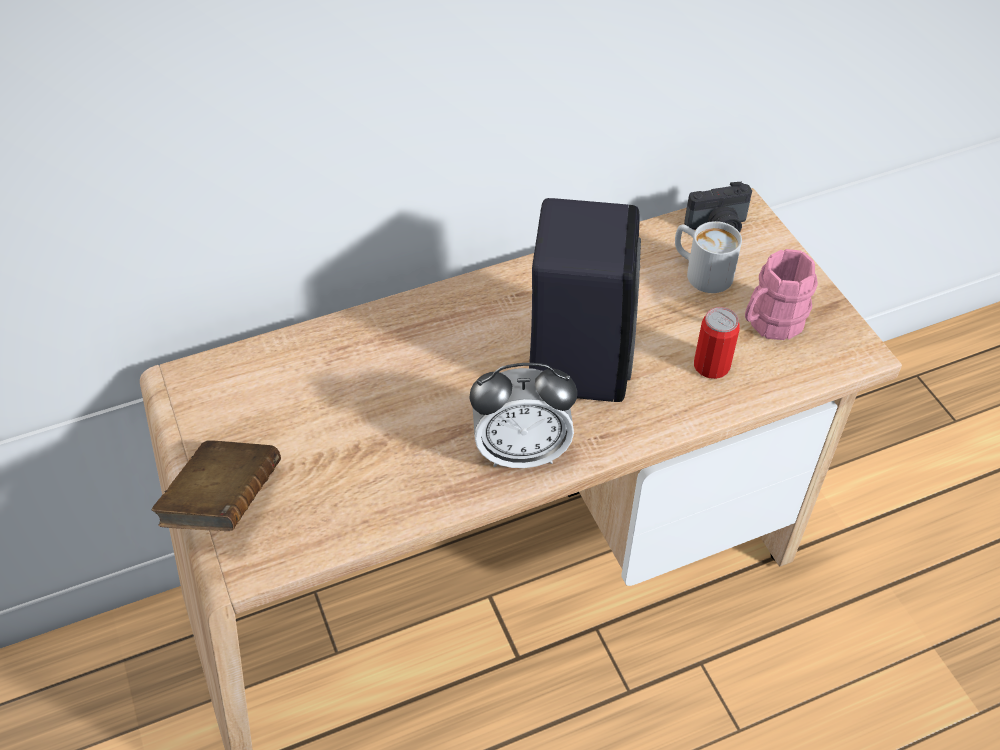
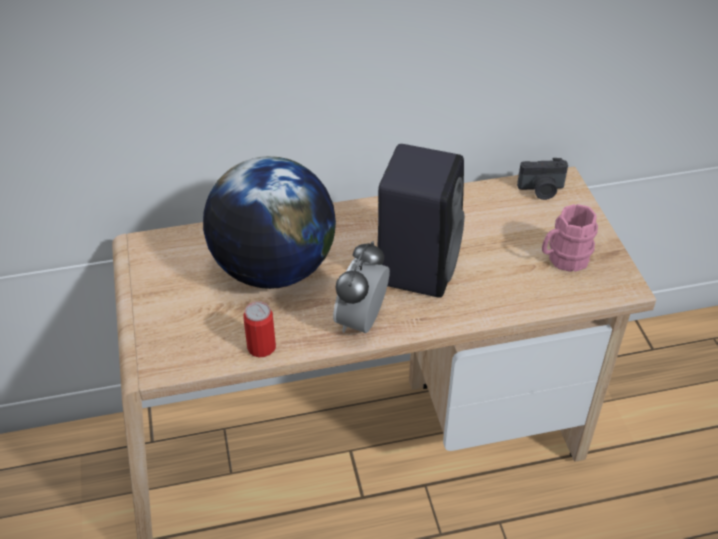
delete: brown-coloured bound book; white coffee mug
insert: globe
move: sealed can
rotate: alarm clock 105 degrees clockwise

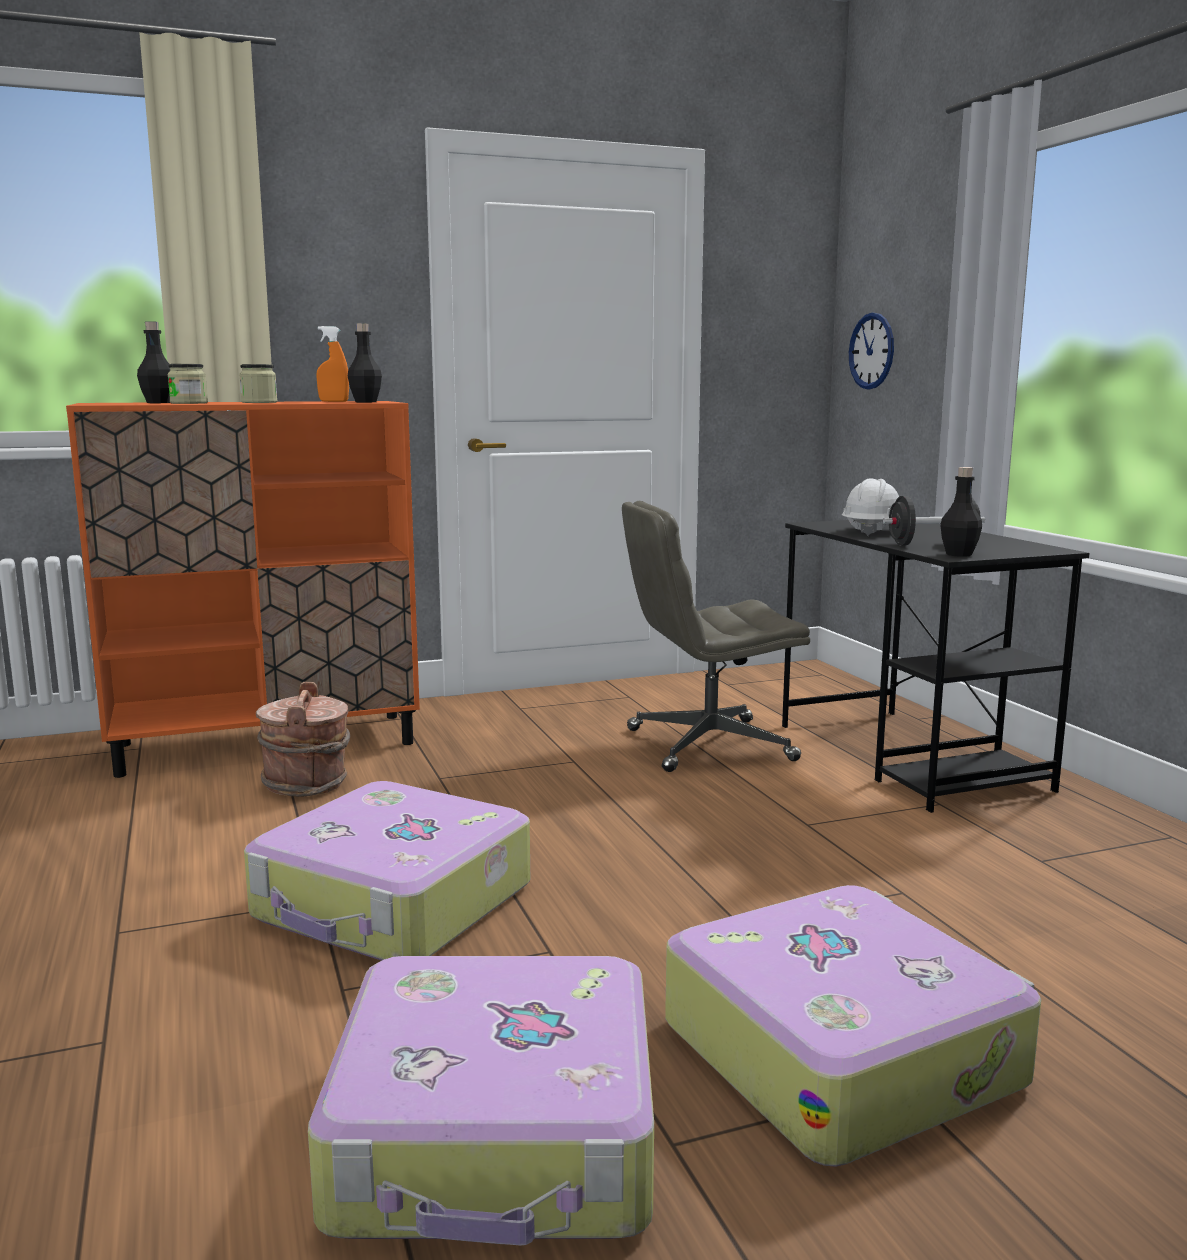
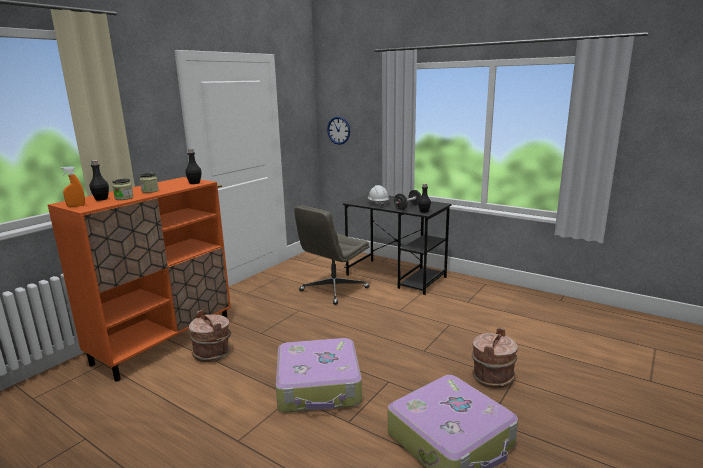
move: orange-coloured spray bottle
replace: suitcase (3rd from left) to brown-coloured pail (2nd from left)

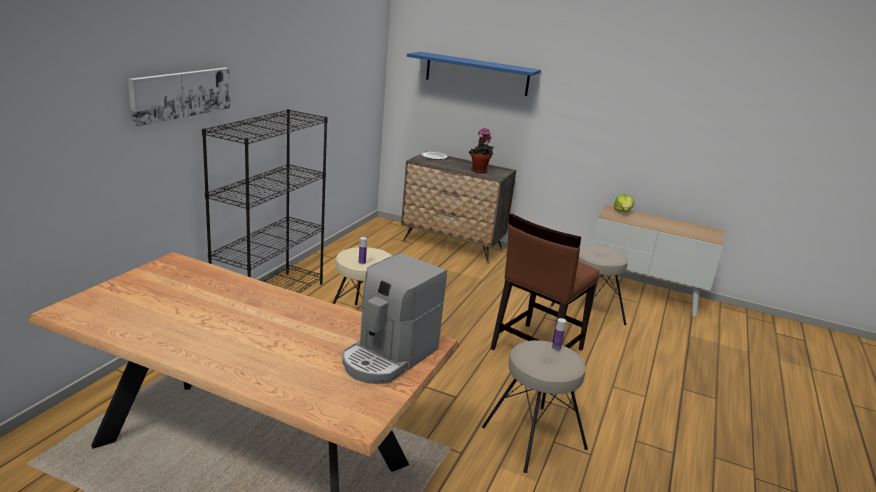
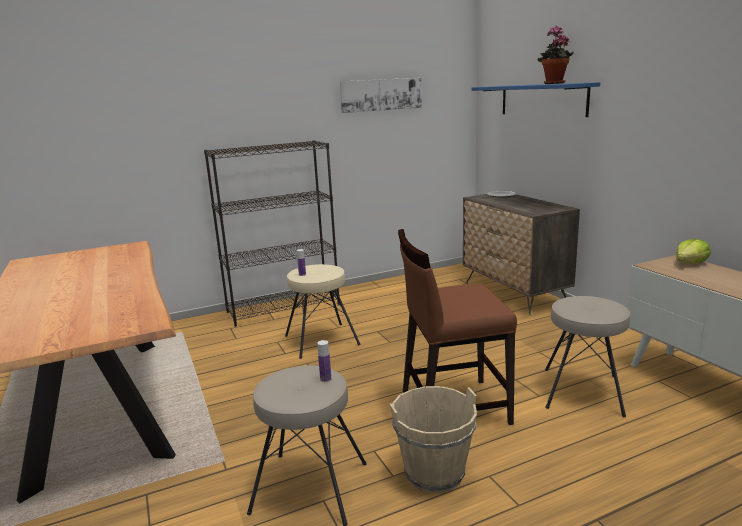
delete: coffee maker
insert: sand-coloured pail
move: wall art; plant in a pot

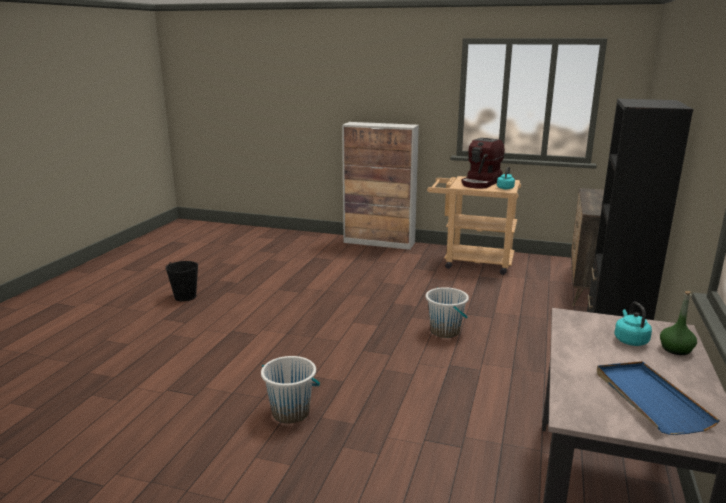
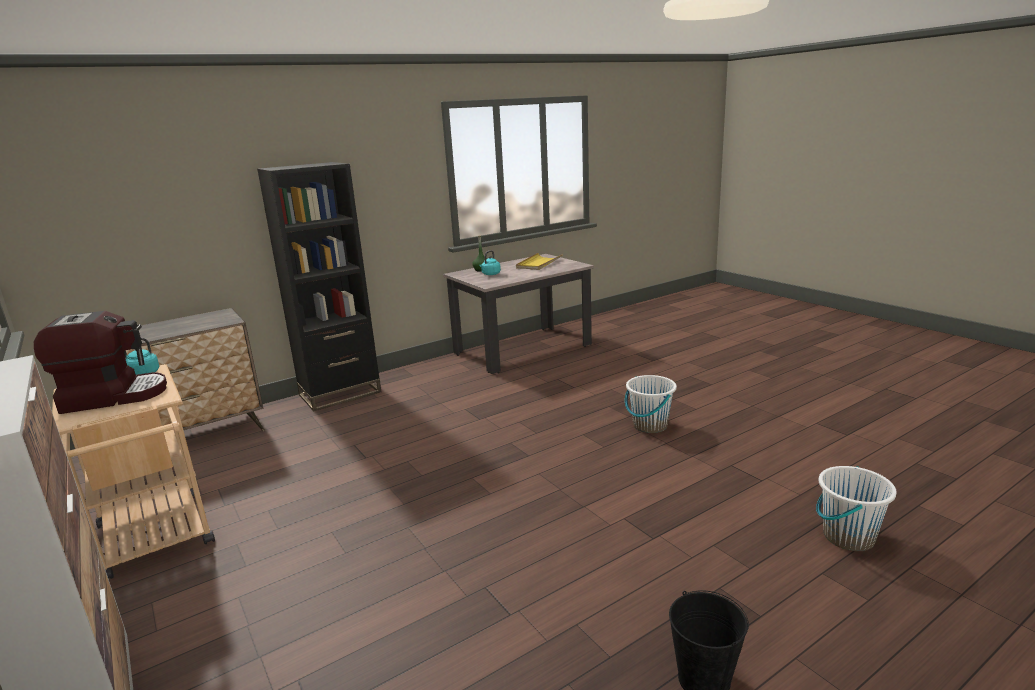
move: white pail (2nd from left)
recolor: blue serving tray to yellowish serving tray

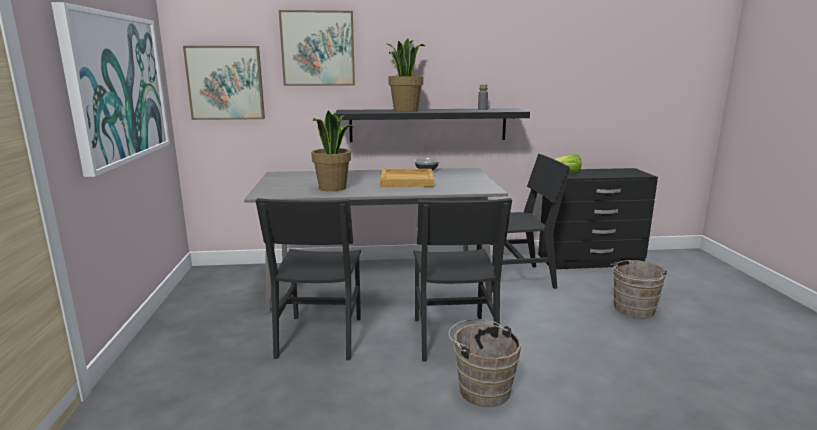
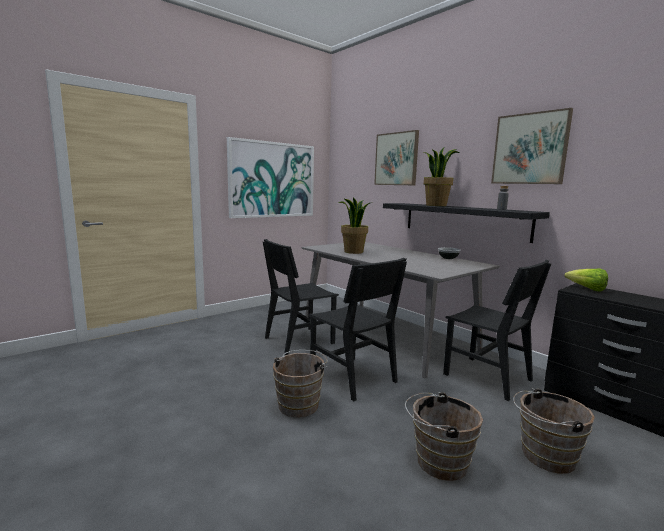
delete: sand-coloured serving tray
insert: brown-coloured pail (2nd from left)
move: wall art (2nd from left in the first image) to wall art (3rd from left)
rotate: blackish upright chair (2nd from left) 90 degrees counterclockwise

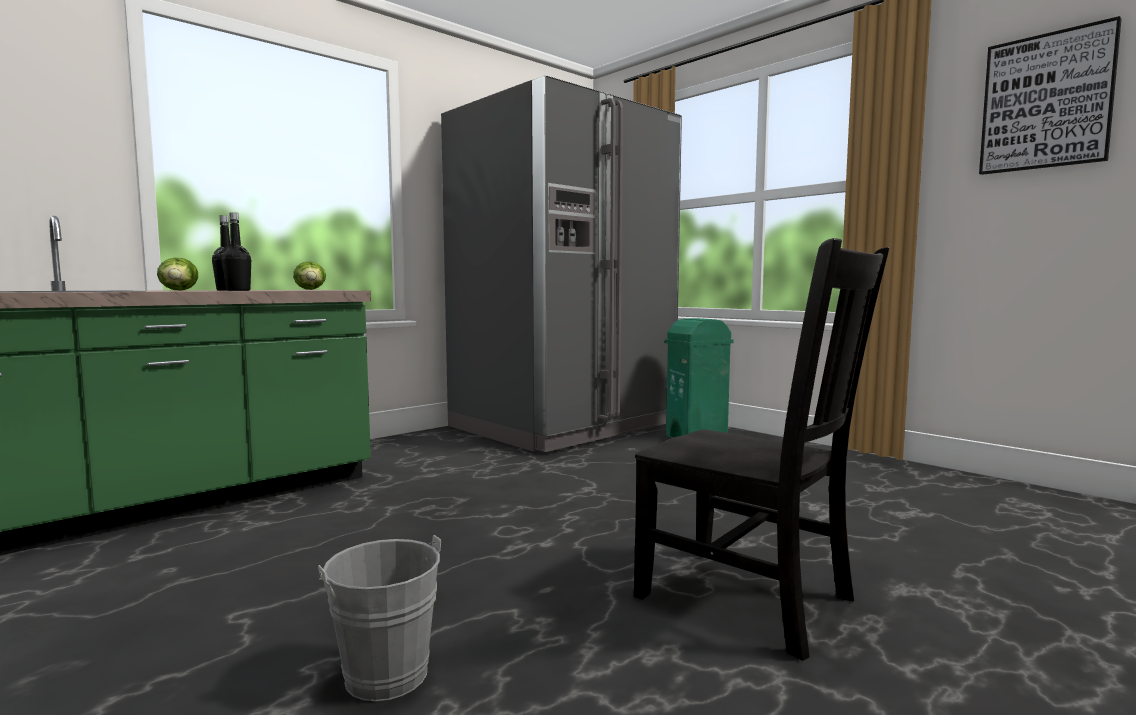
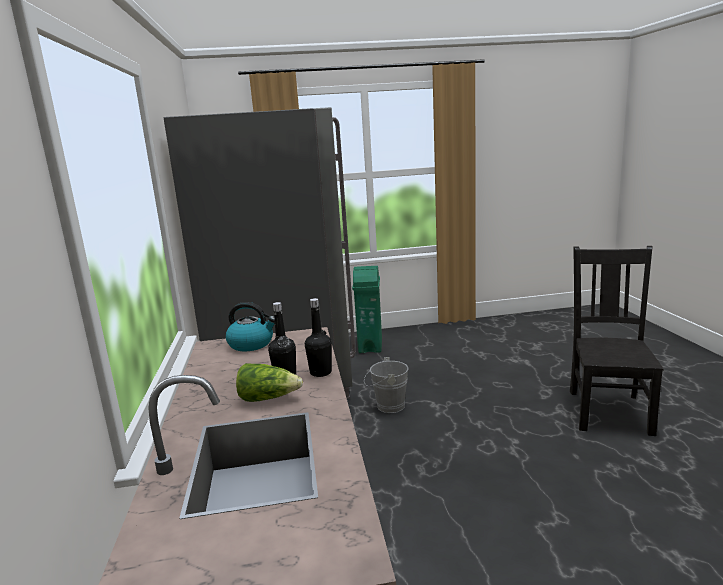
delete: wall art
move: gray pail
replace: lettuce head (2nd from left) to kettle
rotate: blackish upright chair 60 degrees counterclockwise

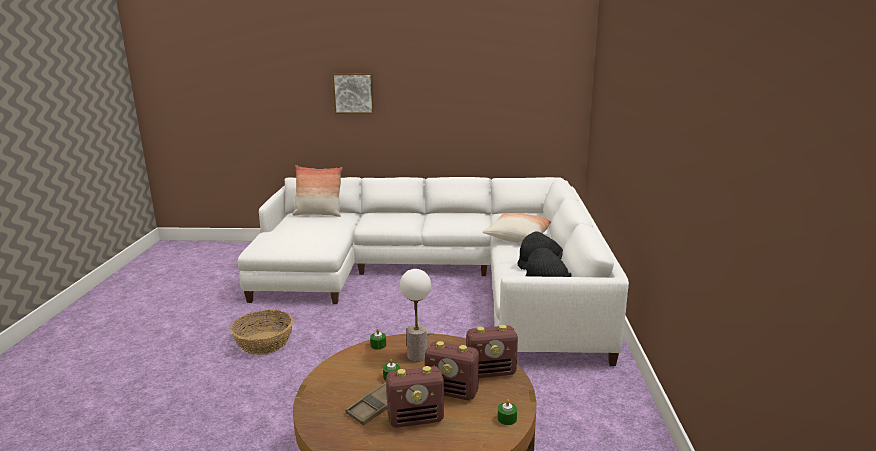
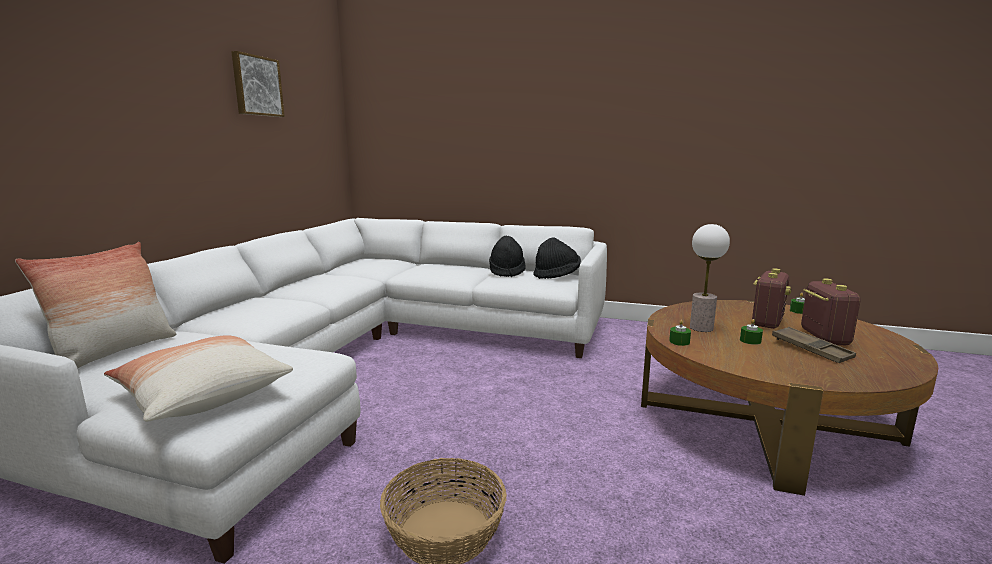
delete: radio (3rd from left)
move: throw pillow (2nd from left); wall art

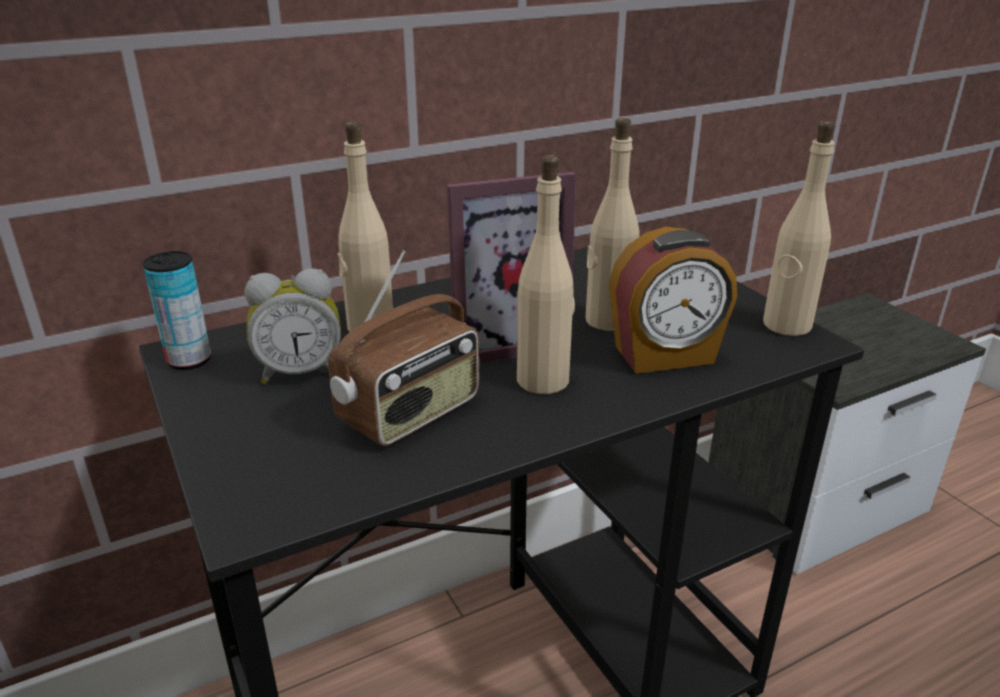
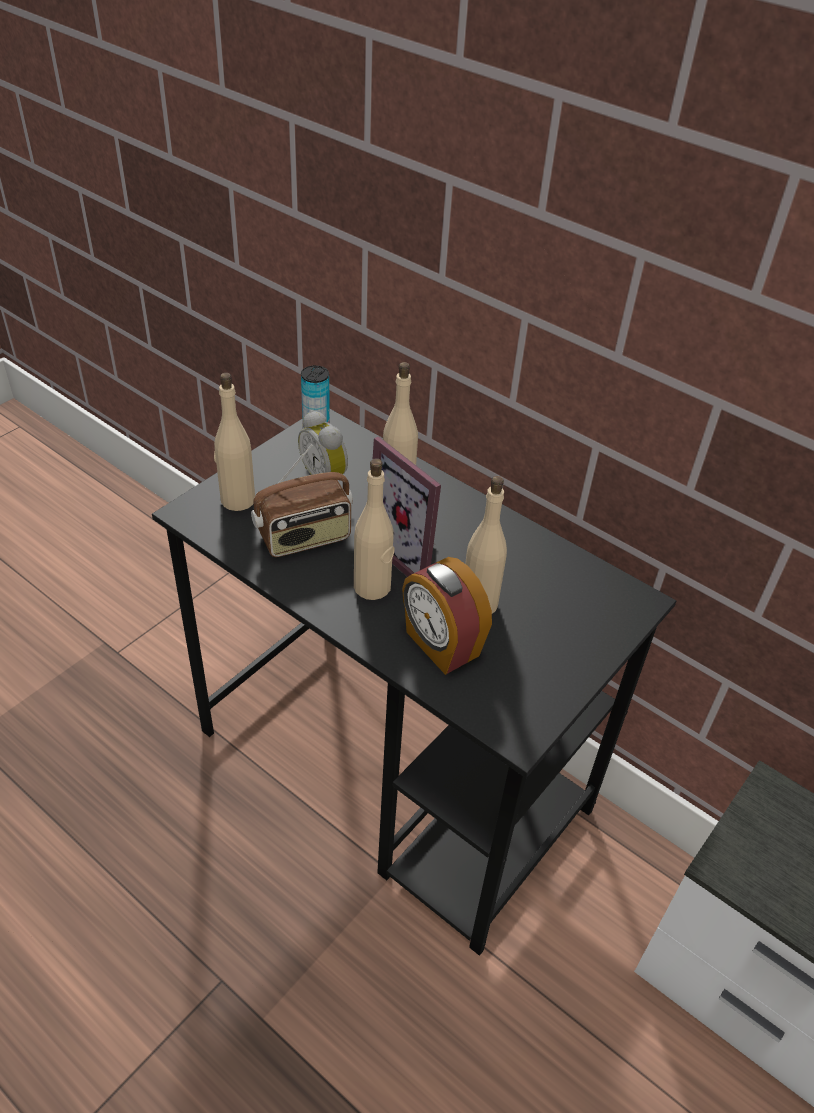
move: sand-coloured beverage bottle (4th from left in the first image) to sand-coloured beverage bottle (1st from left)
rotate: radio 45 degrees counterclockwise

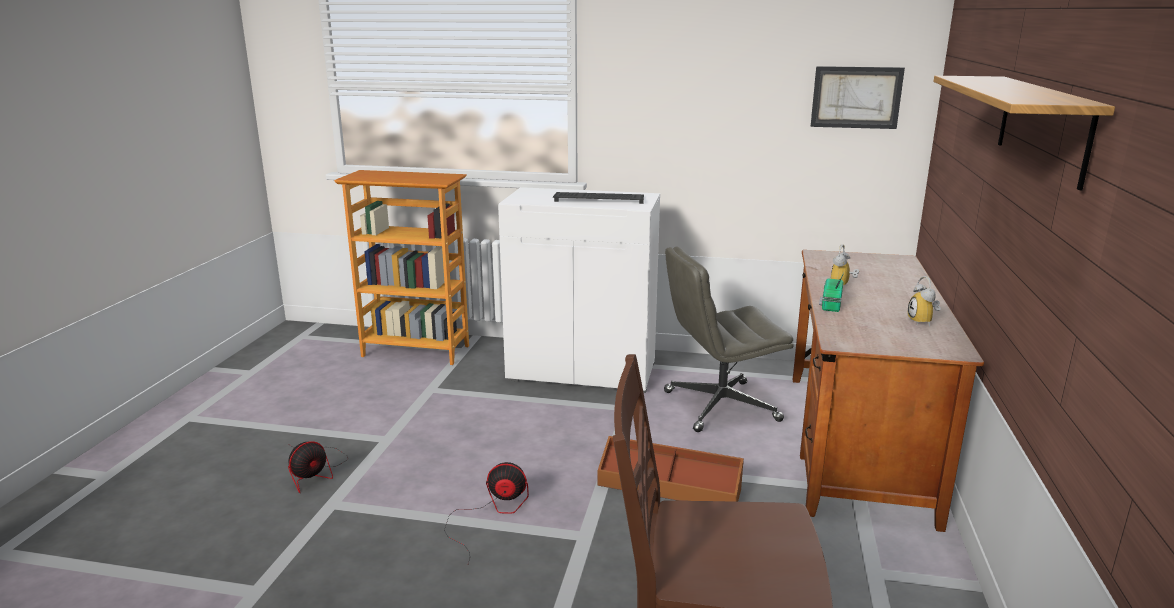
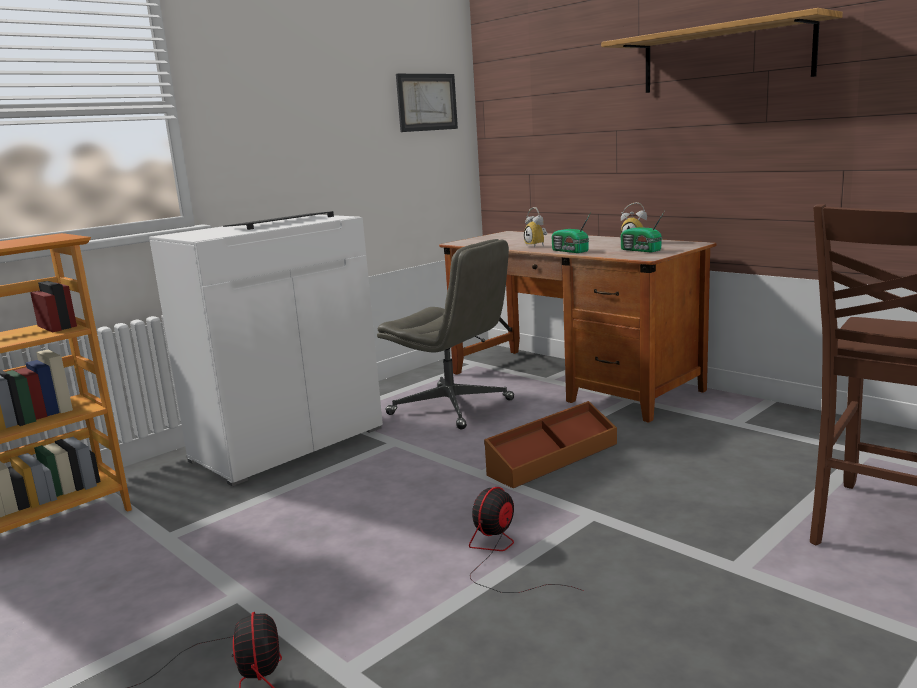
insert: radio (2nd from left)
rotate: gray computer chair 75 degrees counterclockwise

